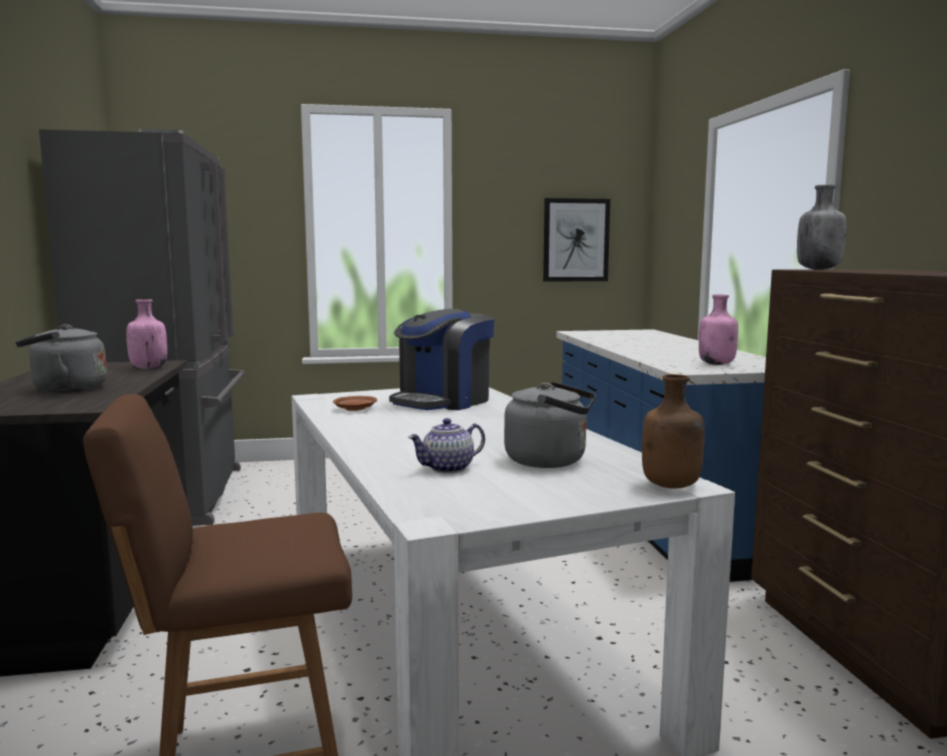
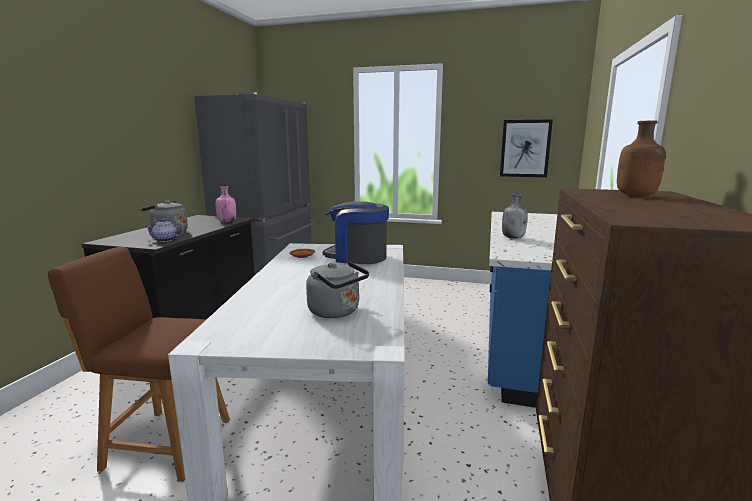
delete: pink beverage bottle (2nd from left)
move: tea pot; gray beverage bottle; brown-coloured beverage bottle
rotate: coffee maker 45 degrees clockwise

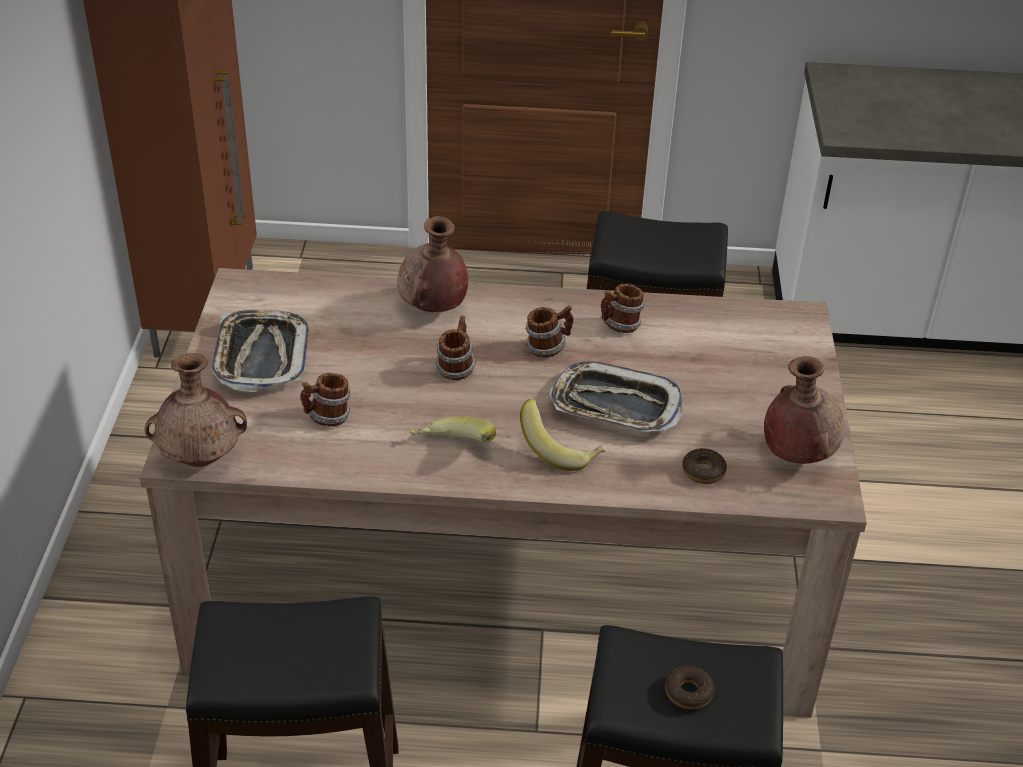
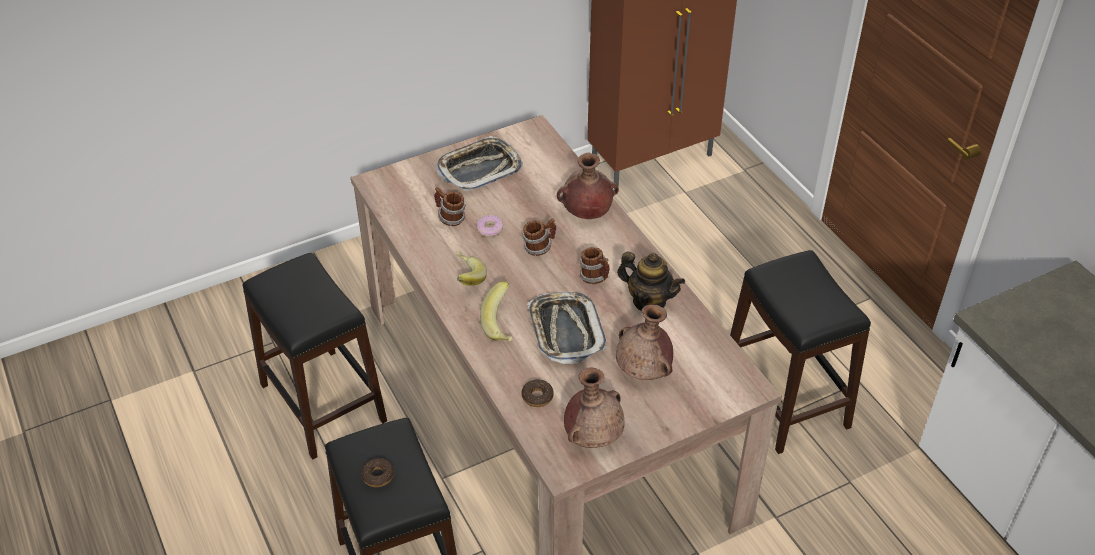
insert: ring doughnut (2nd from left)
move: brown-coloured decorative vase (1st from left in the first image) to brown-coloured decorative vase (3rd from left)
replace: coffee mug (4th from left) to tea pot

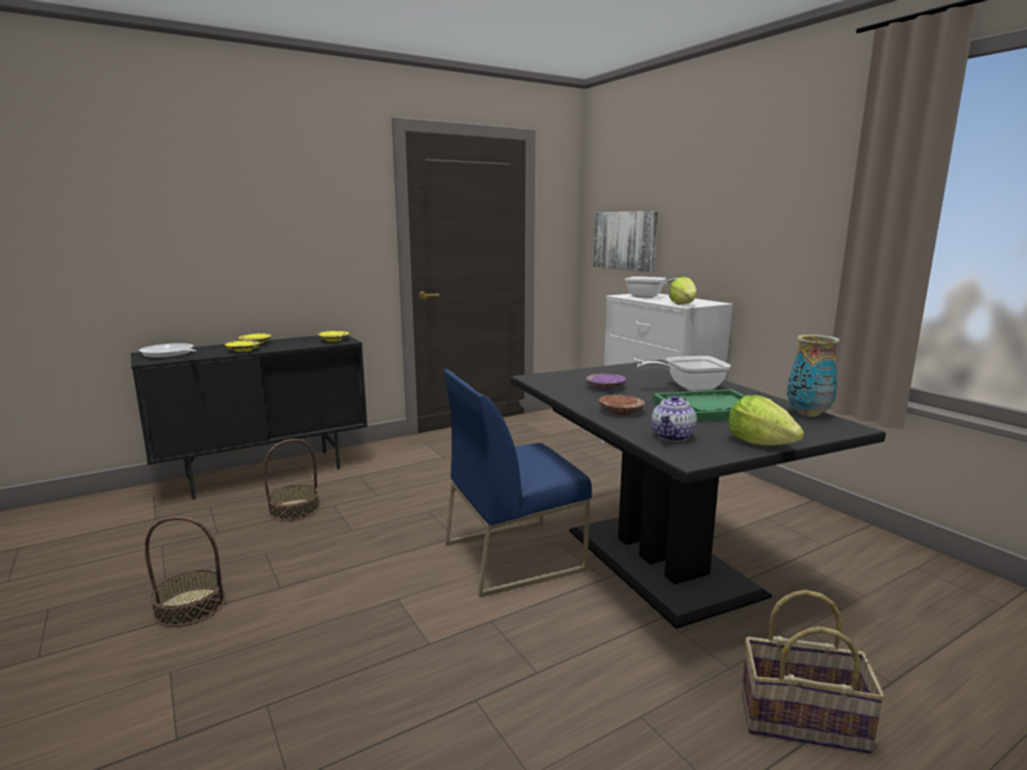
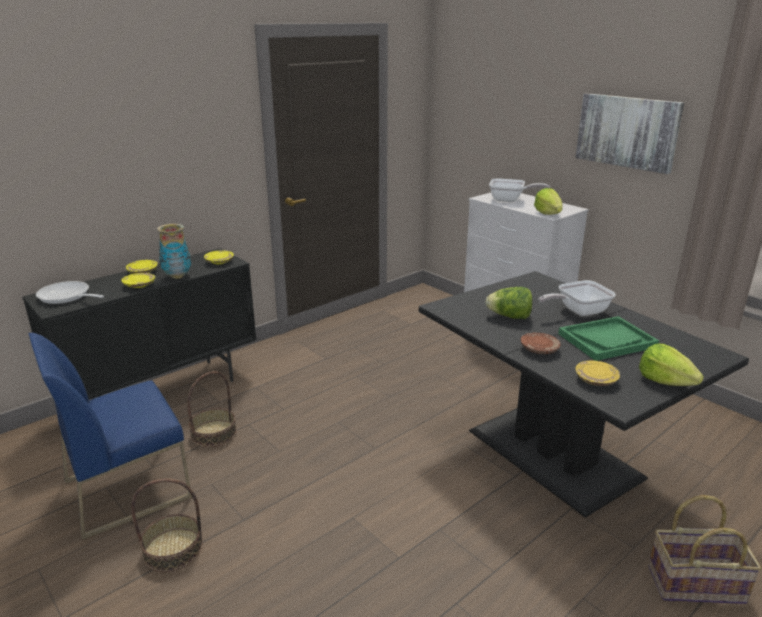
move: blue upright chair; decorative vase; wall art
replace: purple-coloured dinner plate to lettuce head (1st from left); tea pot to yellowish dinner plate (4th from left)

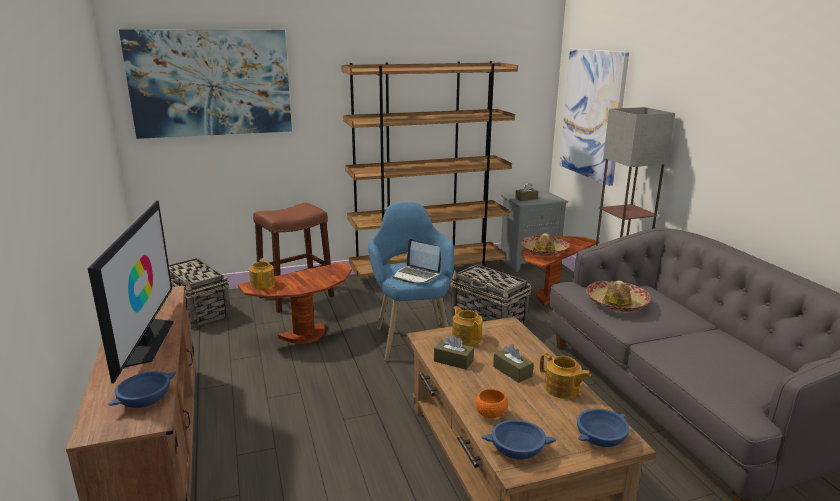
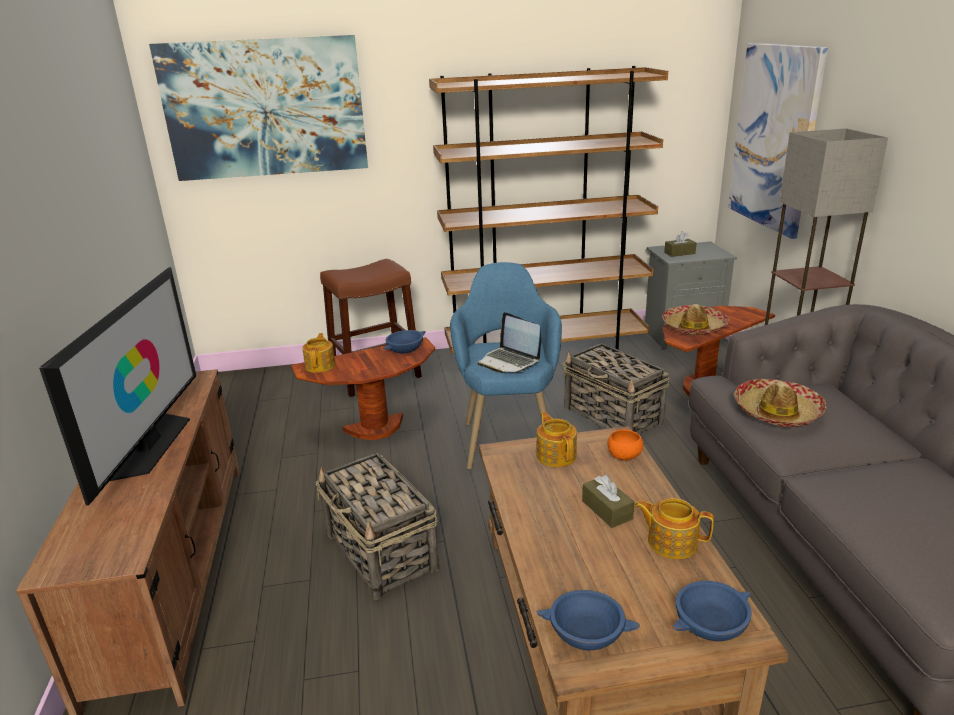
delete: brown-coloured tissue holder (1st from left)
move: basket (1st from left); blue deep dish (1st from left); orange-coloured deep dish
rotate: tea pot (3rd from left) 150 degrees clockwise

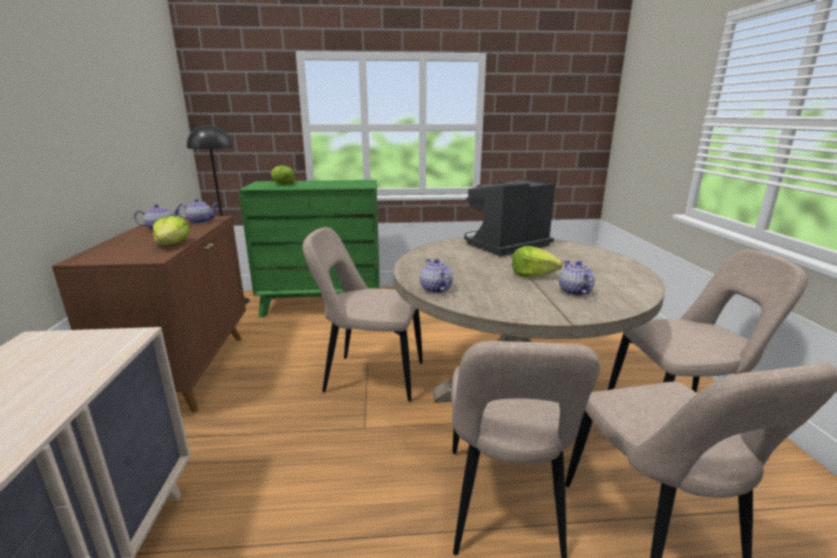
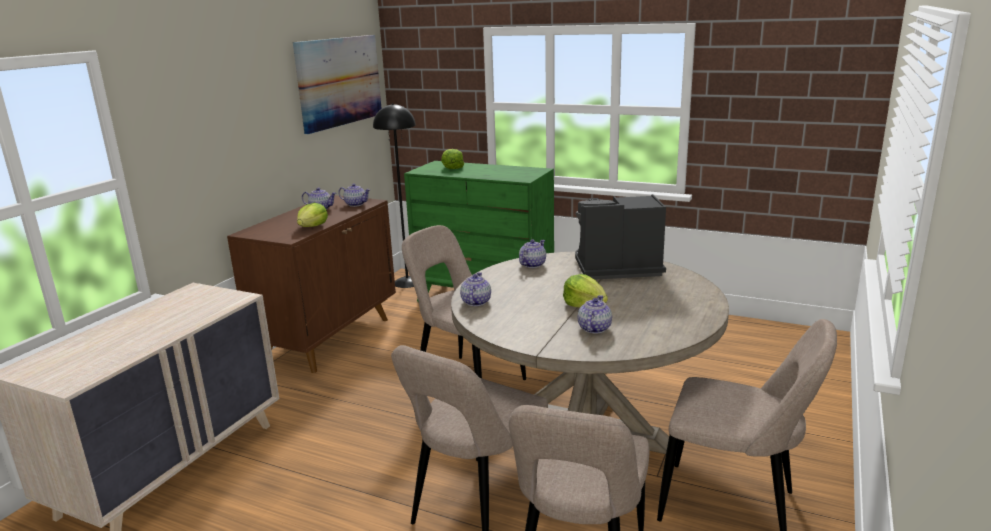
insert: wall art; tea pot (4th from left)

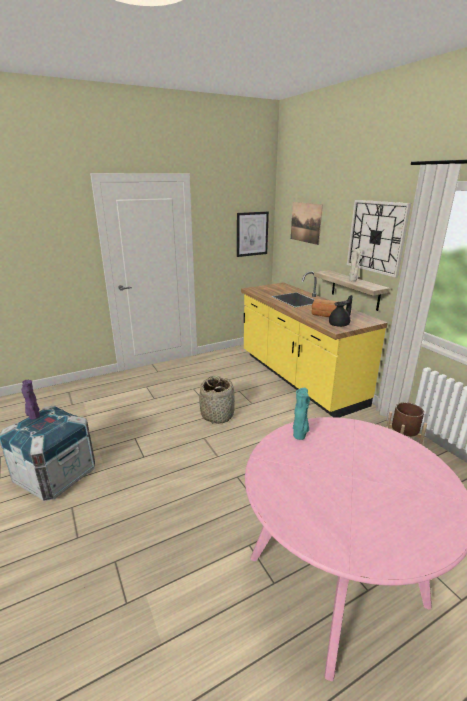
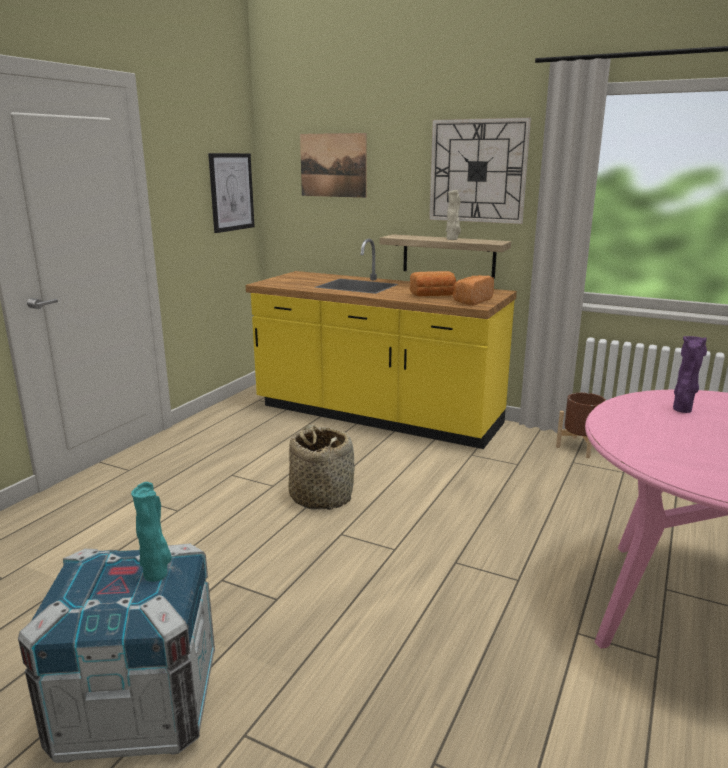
move: blue-green decorative vase; purple-coloured decorative vase
replace: blackish tea pot to bakery bread (2nd from left)

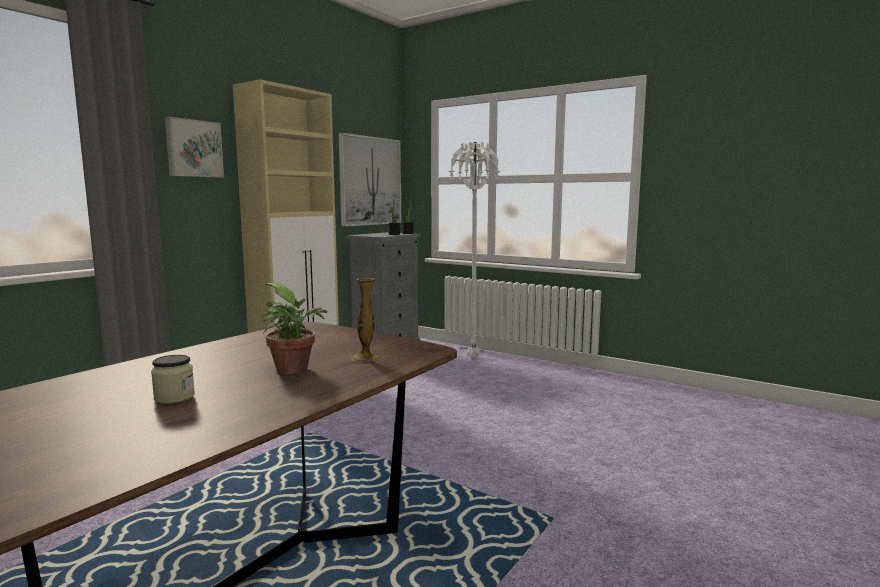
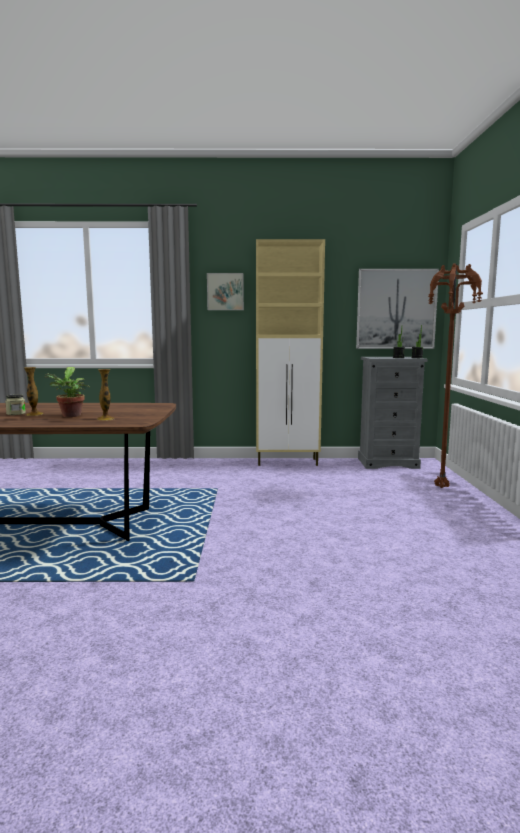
insert: decorative vase (1st from left)
recolor: white standard lamp to brown-coloured standard lamp

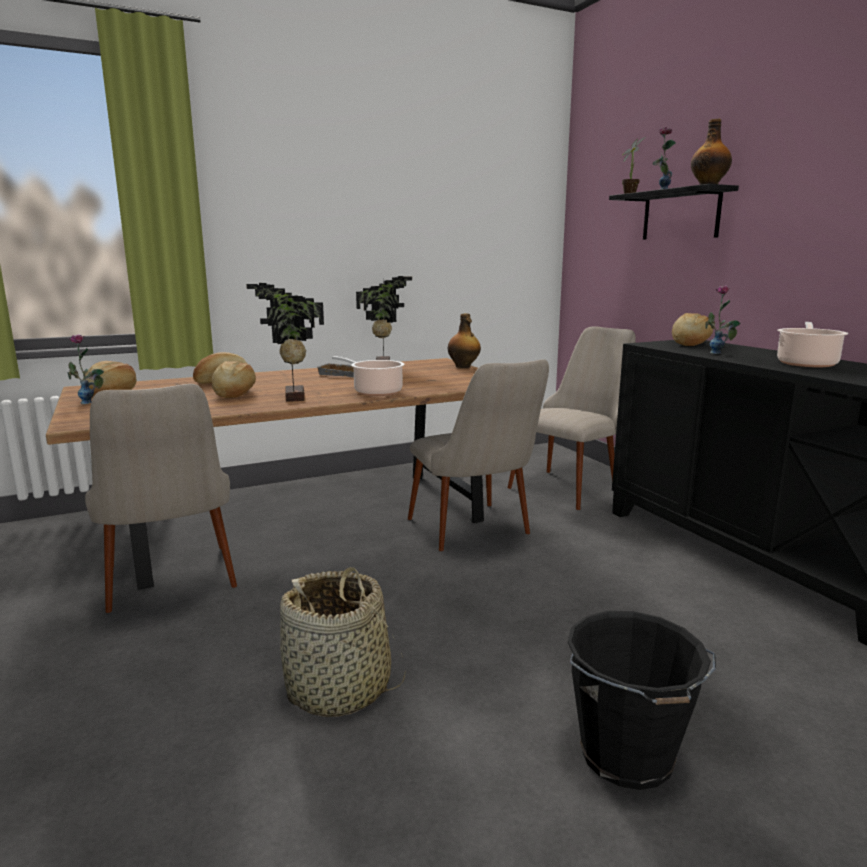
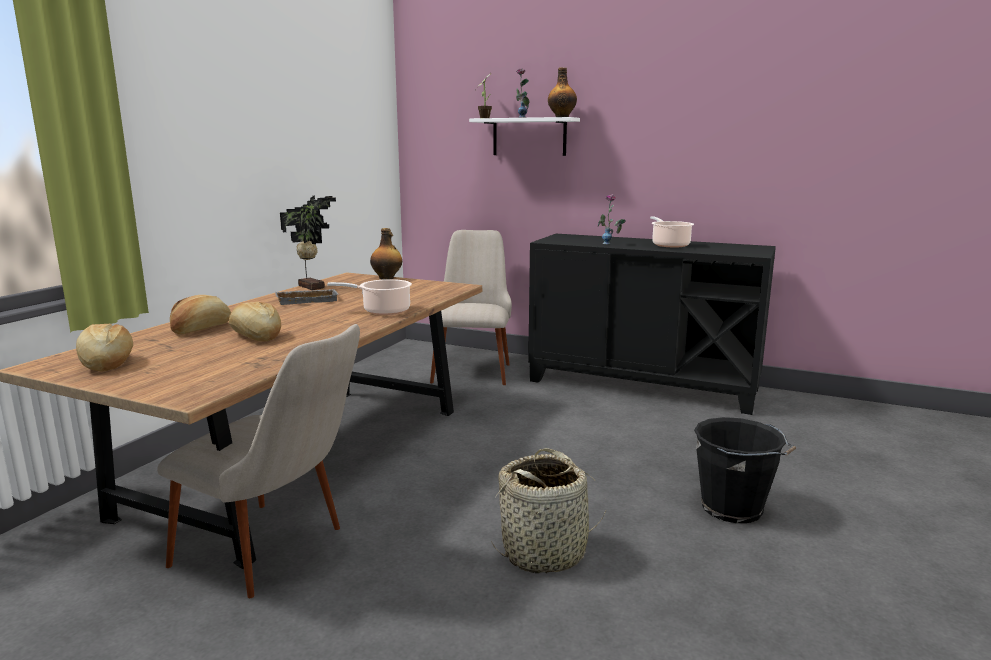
delete: decorative vase (1st from left); plant in a pot (1st from left); sand-coloured upright chair (2nd from left); bakery bread (4th from left)
recolor: blackish shelf to white shelf

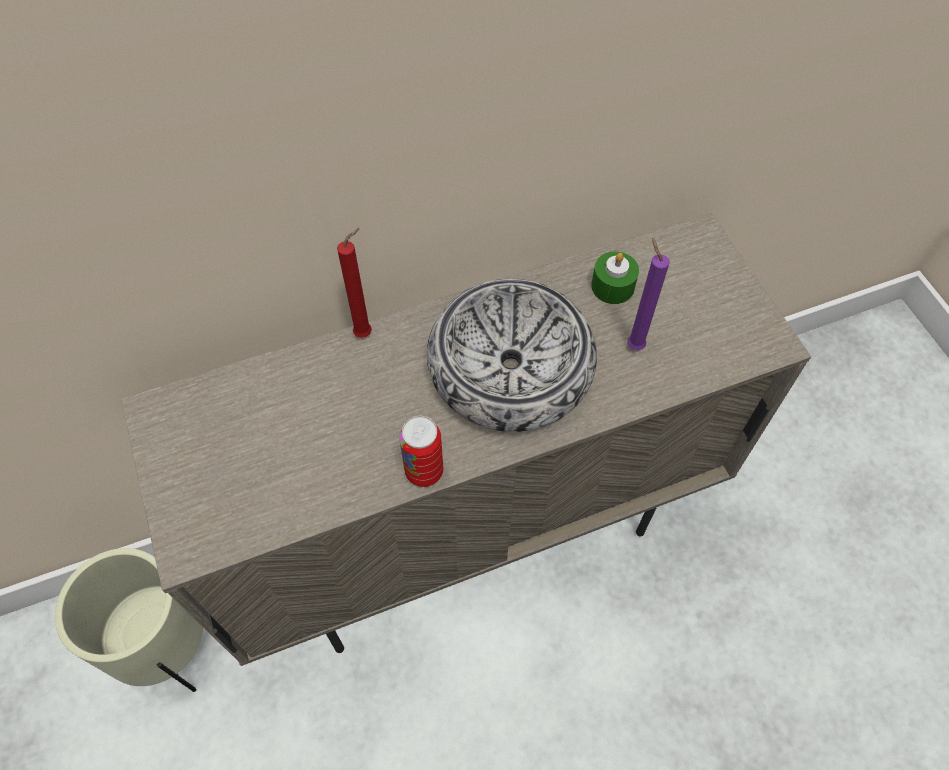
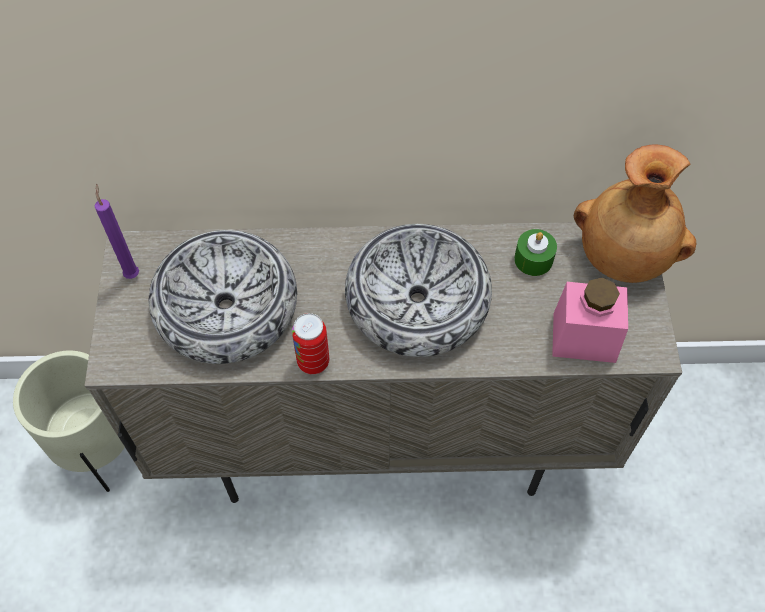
delete: red-coloured wax light
insert: deep dish (1st from left); pink preserve jar; brown-coloured decorative vase
move: purple-coloured wax light

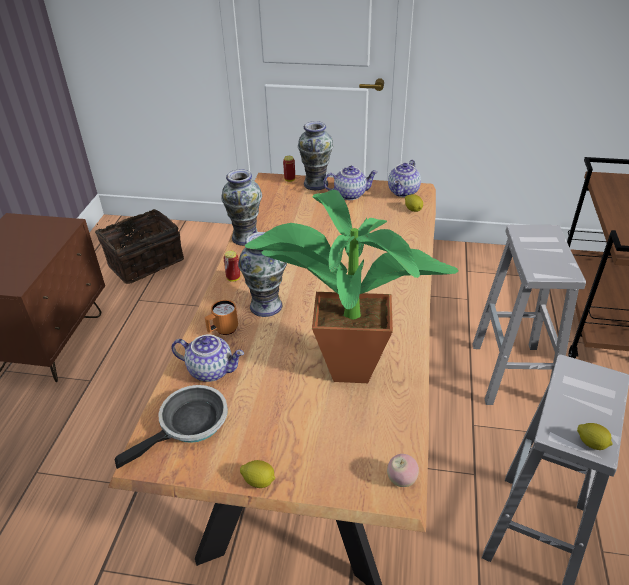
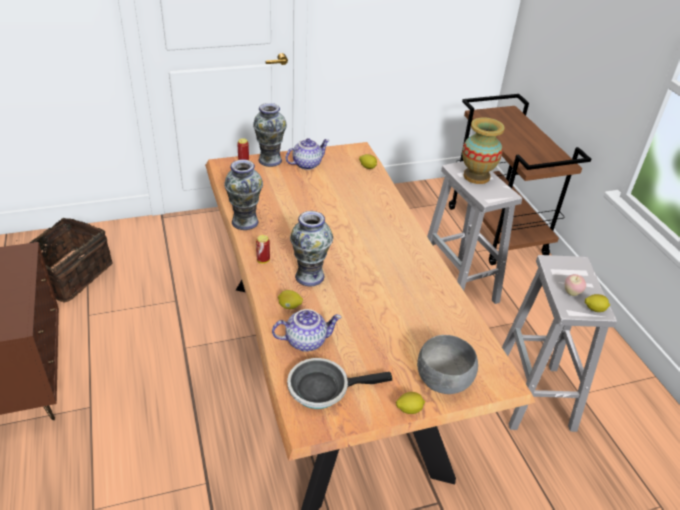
delete: plant in a pot; tea pot (3rd from left)
insert: gray deep dish; decorative vase (4th from left)
move: apple fruit
replace: orange-coloured coffee mug to lemon (1st from left)
rotate: skillet 120 degrees counterclockwise

